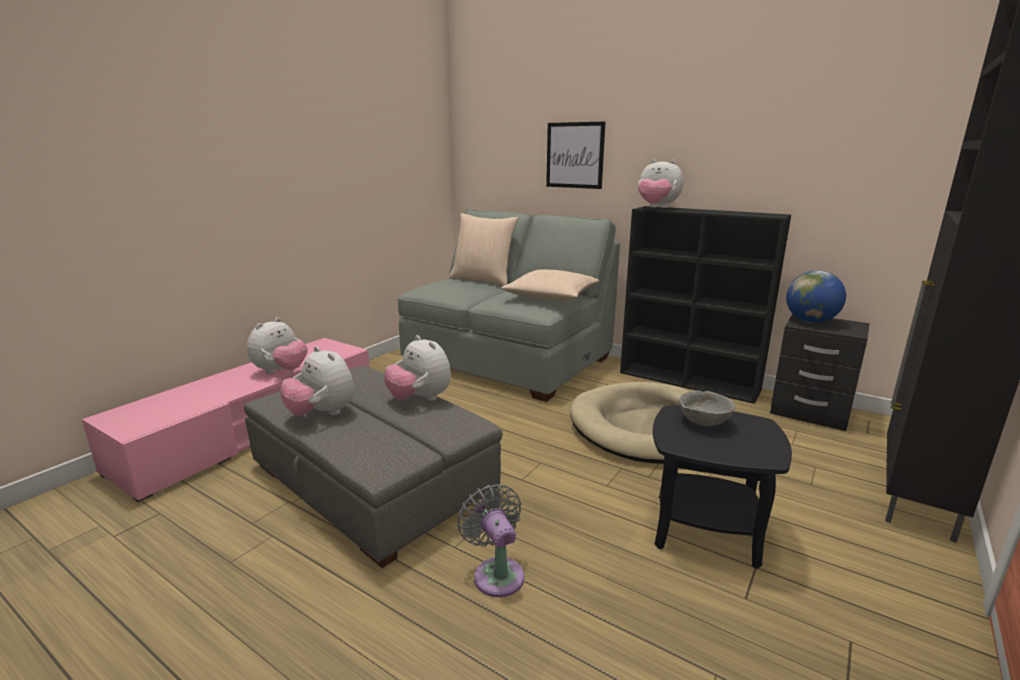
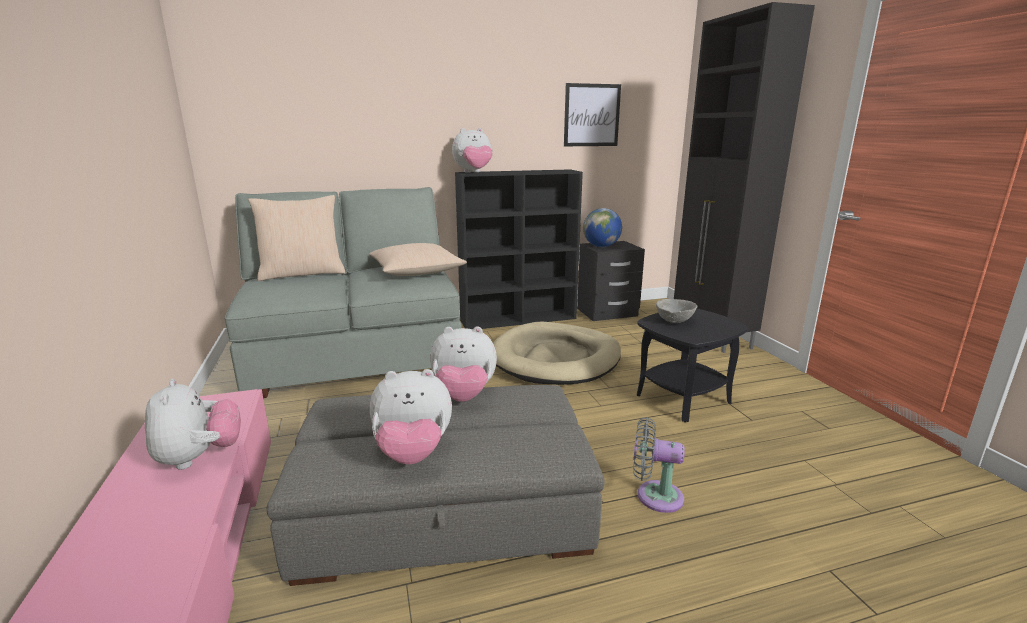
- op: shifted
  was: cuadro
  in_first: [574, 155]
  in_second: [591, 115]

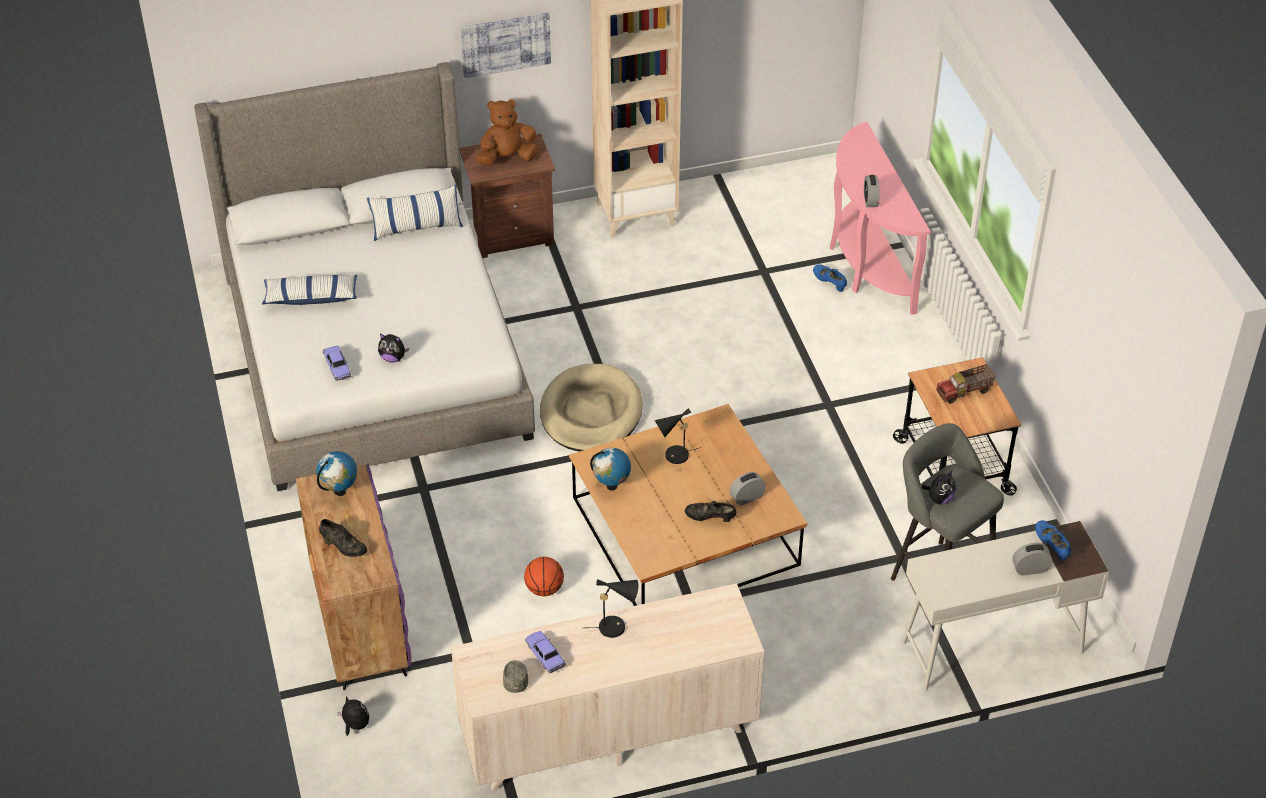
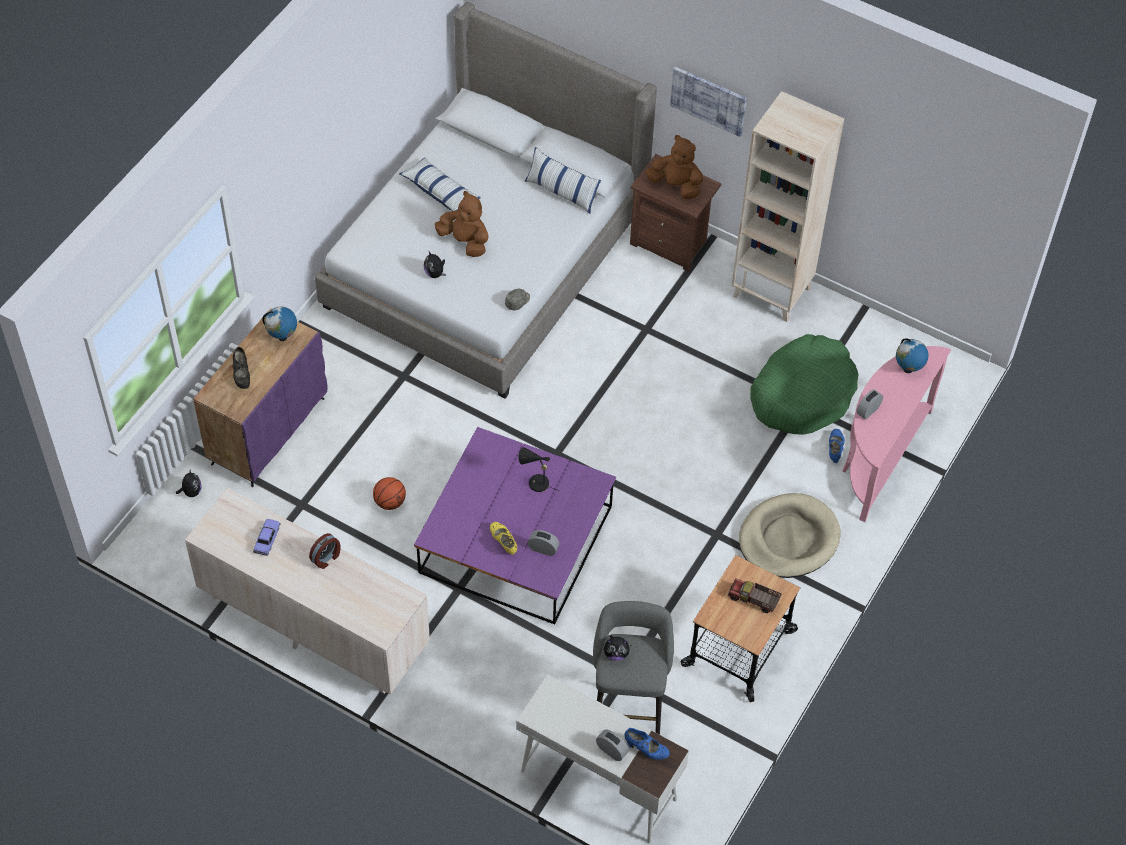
- op: gone
  was: coche de juguete
  in_first: [337, 367]
- op: new
  now: peluche [marrón]
  in_second: [465, 241]
- op: new
  now: cama para perro [verde]
  in_second: [802, 394]
- op: shifted
  was: gorra [gris]
  in_first: [515, 679]
  in_second: [518, 301]
- op: shifted
  was: cama para perro [beis]
  in_first: [591, 413]
  in_second: [788, 539]
- op: shifted
  was: globo terráqueo
  in_first: [611, 486]
  in_second: [908, 369]
- op: swapped
  was: lámpara de mesa [negro]
  now: despertador
  in_first: [616, 626]
  in_second: [326, 558]
- op: repainted
  was: mesa de centro [marrón]
  now: mesa de centro [morado]
  in_first: [685, 531]
  in_second: [516, 539]
- op: repainted
  was: zapato [negro]
  now: zapato [amarillo]
  in_first: [710, 518]
  in_second: [503, 542]
- op: rotated
  was: zapato [azul]
  in_first: [1051, 546]
  in_second: [646, 749]
  clockwise: 90

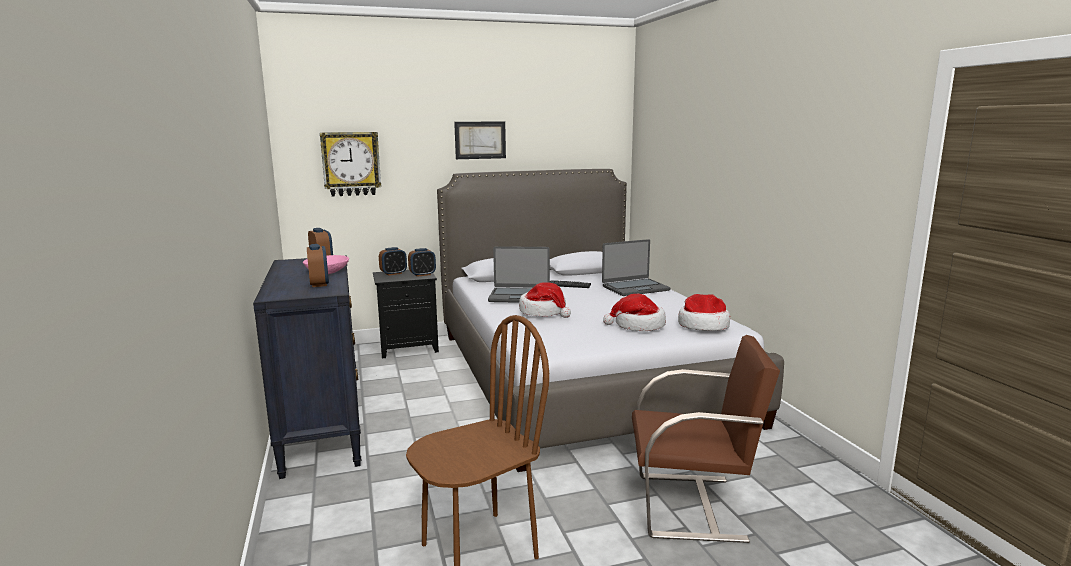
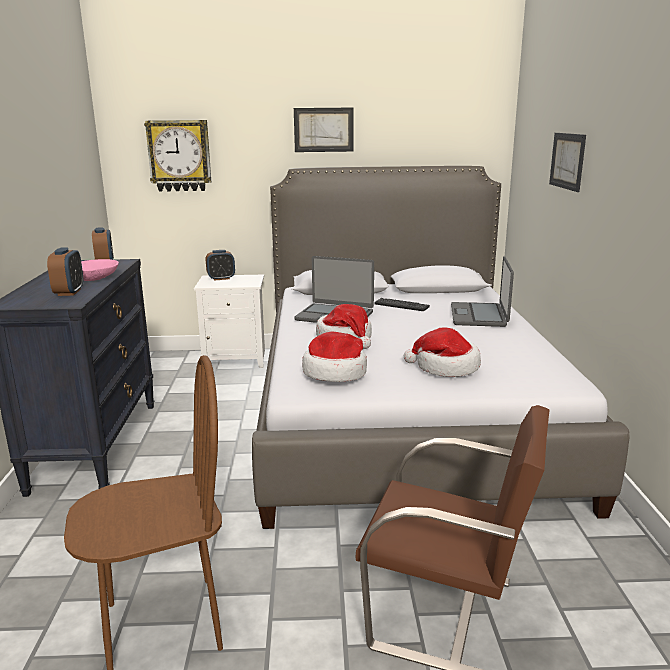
- op: gone
  was: despertador
  in_first: [422, 274]
- op: new
  now: cuadro
  in_second: [567, 161]
- op: shifted
  was: sombrero
  in_first: [703, 325]
  in_second: [335, 372]
- op: repainted
  was: mesita de noche [negro]
  now: mesita de noche [blanco]
  in_first: [409, 347]
  in_second: [236, 359]
- op: rotated
  was: portátil
  in_first: [635, 288]
  in_second: [479, 316]
  clockwise: 105

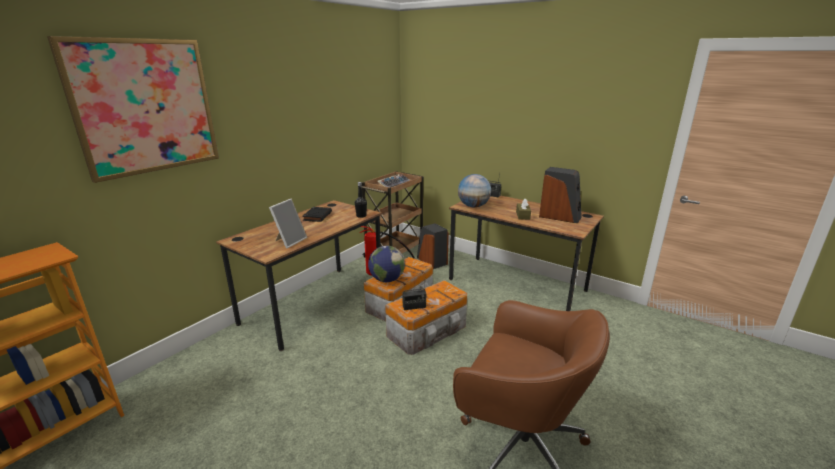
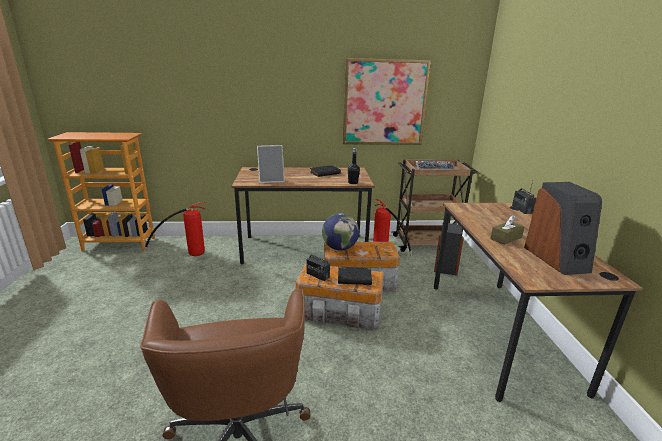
- op: gone
  was: globo terráqueo
  in_first: [473, 206]
- op: new
  now: extintor
  in_second: [187, 255]
- op: new
  now: libro [negro]
  in_second: [355, 278]
- op: shifted
  was: cuadro
  in_first: [145, 107]
  in_second: [384, 103]

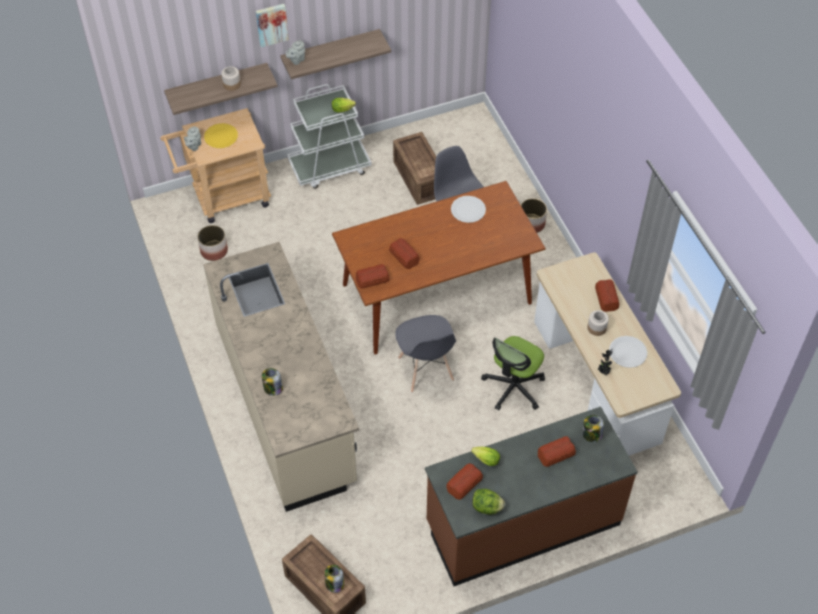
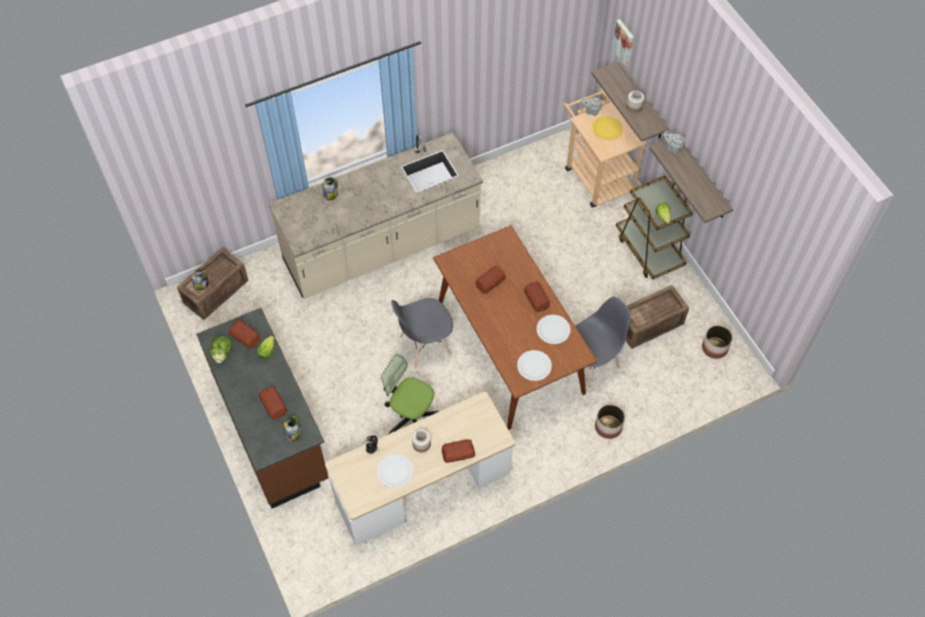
- op: new
  now: plato [blanco]
  in_second: [534, 366]
- op: shifted
  was: maceta
  in_first: [214, 250]
  in_second: [714, 348]
- op: shifted
  was: cuadro
  in_first: [271, 24]
  in_second: [624, 42]
- op: shifted
  was: pan
  in_first: [373, 279]
  in_second: [536, 299]
- op: repainted
  was: carrito [blanco]
  now: carrito [marrón]
  in_first: [330, 167]
  in_second: [649, 250]

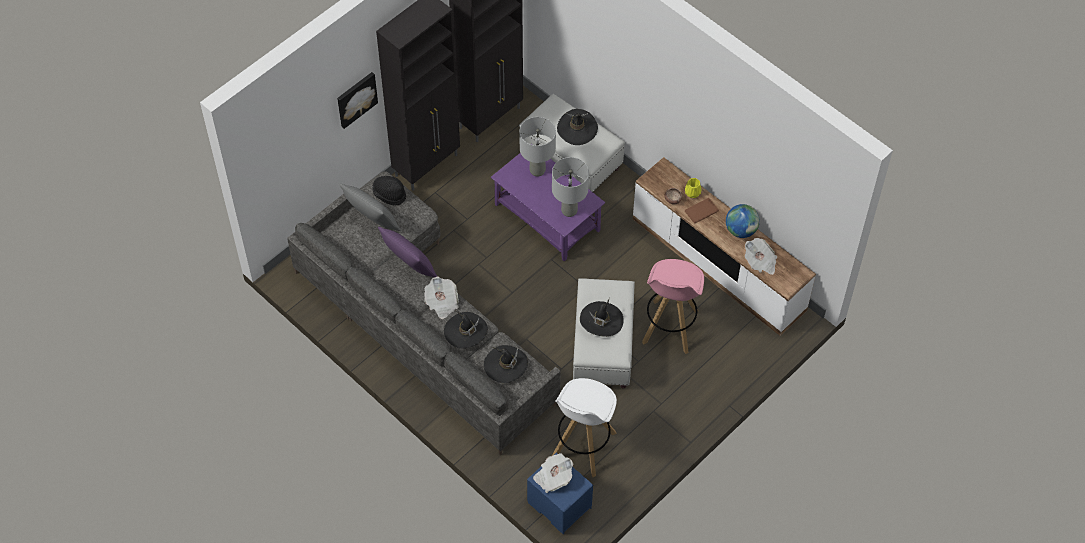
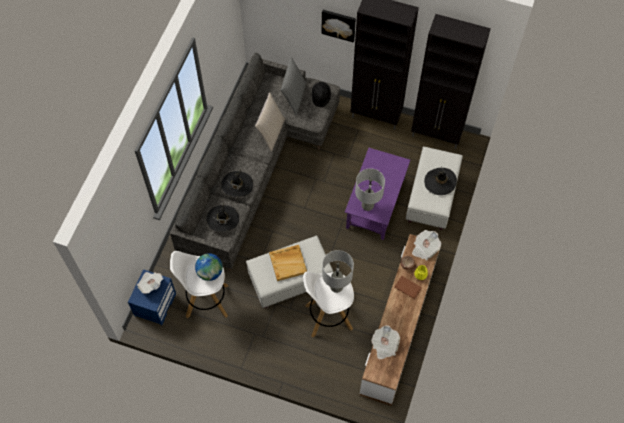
- op: shifted
  was: periódico
  in_first: [442, 303]
  in_second: [424, 248]
- op: shifted
  was: lámpara de mesa [gris]
  in_first: [537, 170]
  in_second: [336, 286]
- op: shifted
  was: globo terráqueo
  in_first: [741, 230]
  in_second: [210, 272]
- op: swapped
  was: sombrero [negro]
  now: bandeja [beis]
  in_first: [601, 320]
  in_second: [288, 263]
- op: repainted
  was: cojín [morado]
  now: cojín [beis]
  in_first: [409, 267]
  in_second: [271, 133]
- op: repainted
  was: taburete [rosa]
  now: taburete [blanco]
  in_first: [670, 327]
  in_second: [328, 317]

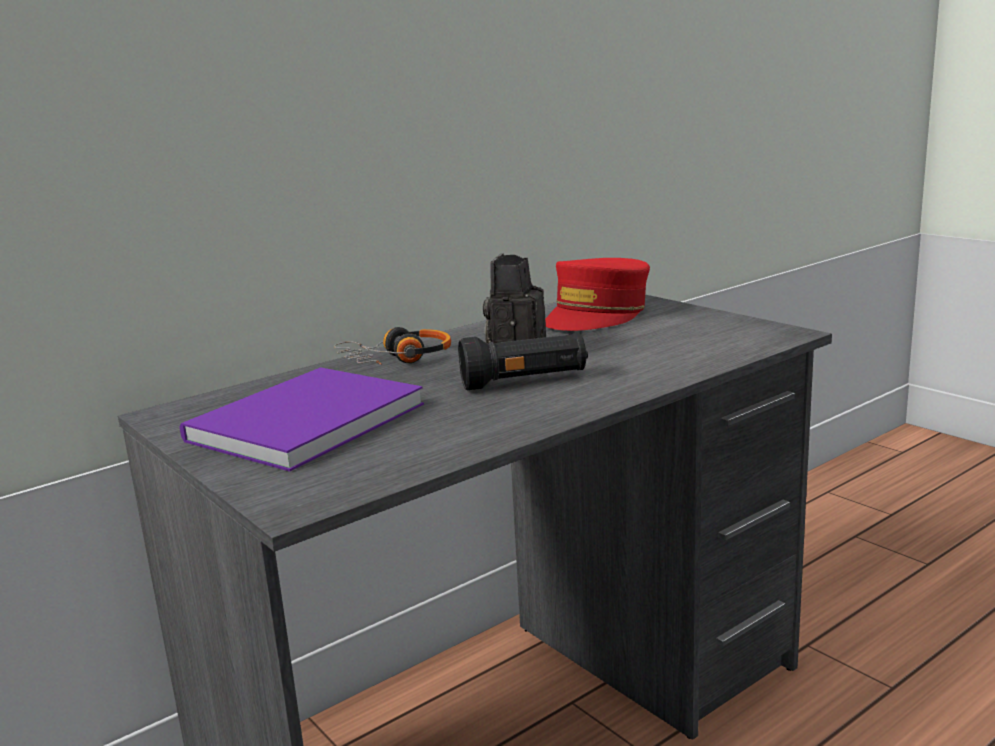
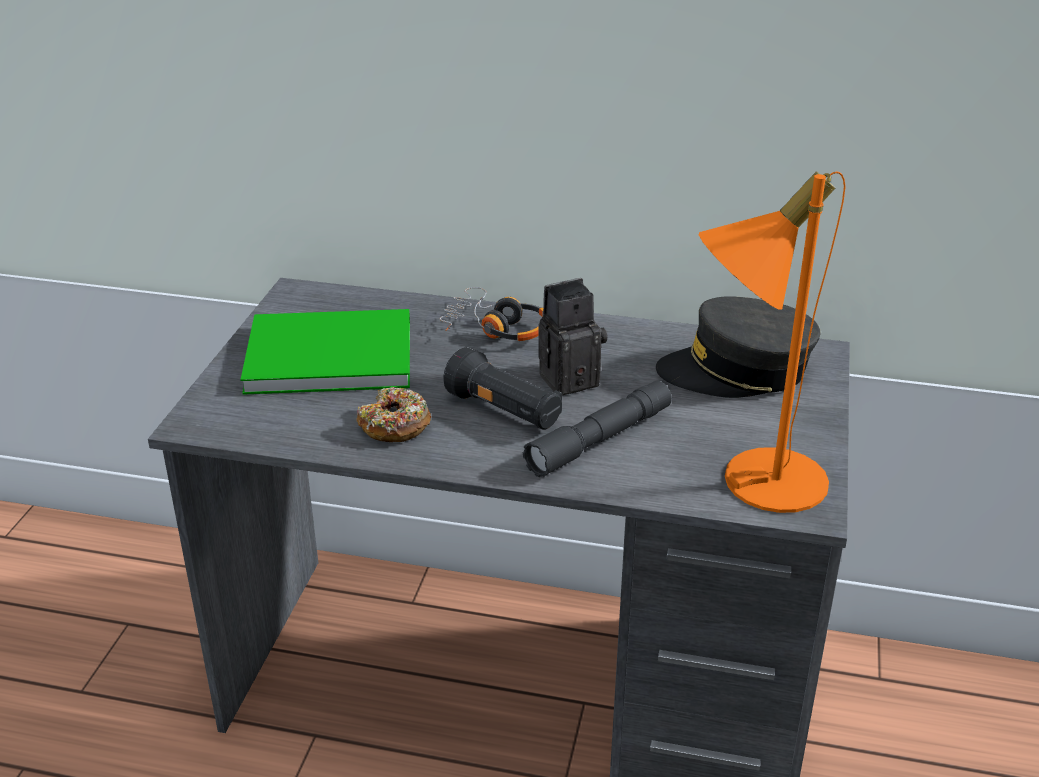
- op: new
  now: rosquilla
  in_second: [394, 425]
- op: new
  now: linterna [gris]
  in_second: [599, 440]
- op: new
  now: lámpara de mesa [naranja]
  in_second: [754, 478]
- op: repainted
  was: libro [morado]
  now: libro [verde]
  in_first: [298, 423]
  in_second: [325, 354]
- op: repainted
  was: gorra [rojo]
  now: gorra [gris]
  in_first: [597, 315]
  in_second: [737, 371]

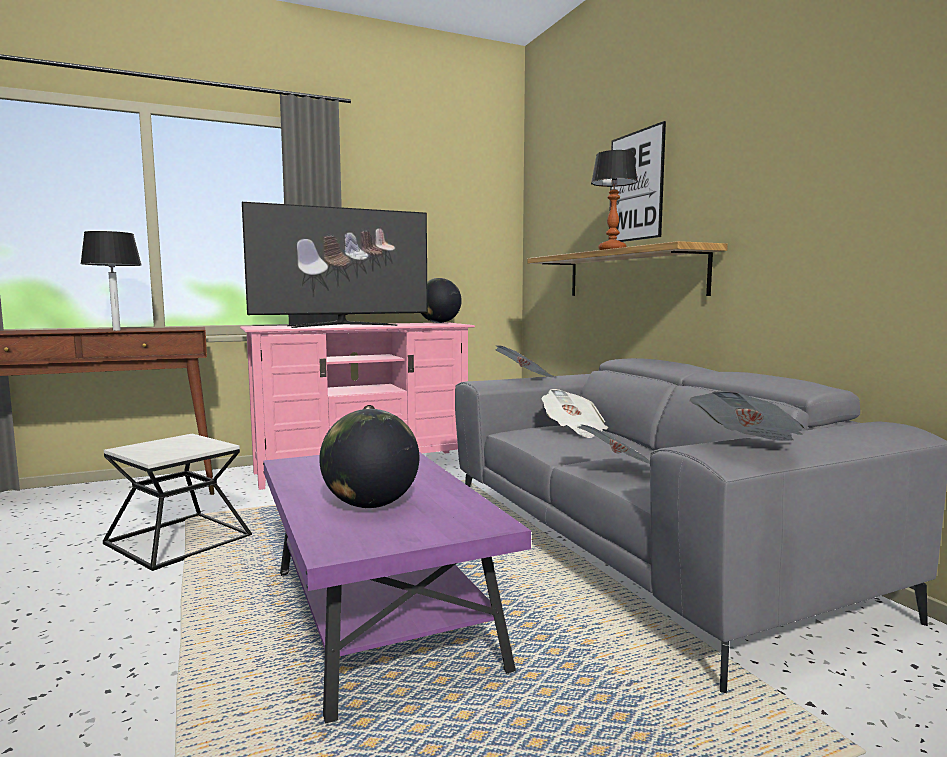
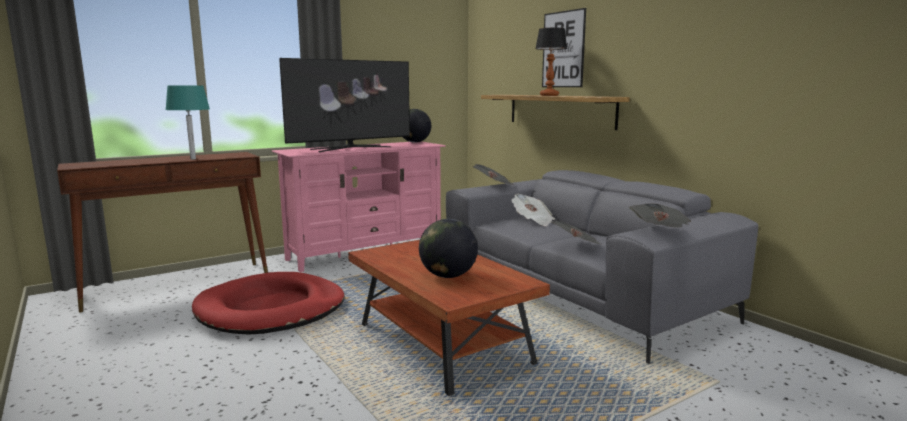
- op: swapped
  was: mesa auxiliar
  now: cama para perro [rojo]
  in_first: [179, 540]
  in_second: [272, 309]
- op: repainted
  was: lámpara de mesa [negro]
  now: lámpara de mesa [turquesa]
  in_first: [117, 330]
  in_second: [193, 159]
- op: repainted
  was: mesa de centro [morado]
  now: mesa de centro [marrón]
  in_first: [378, 618]
  in_second: [441, 344]

